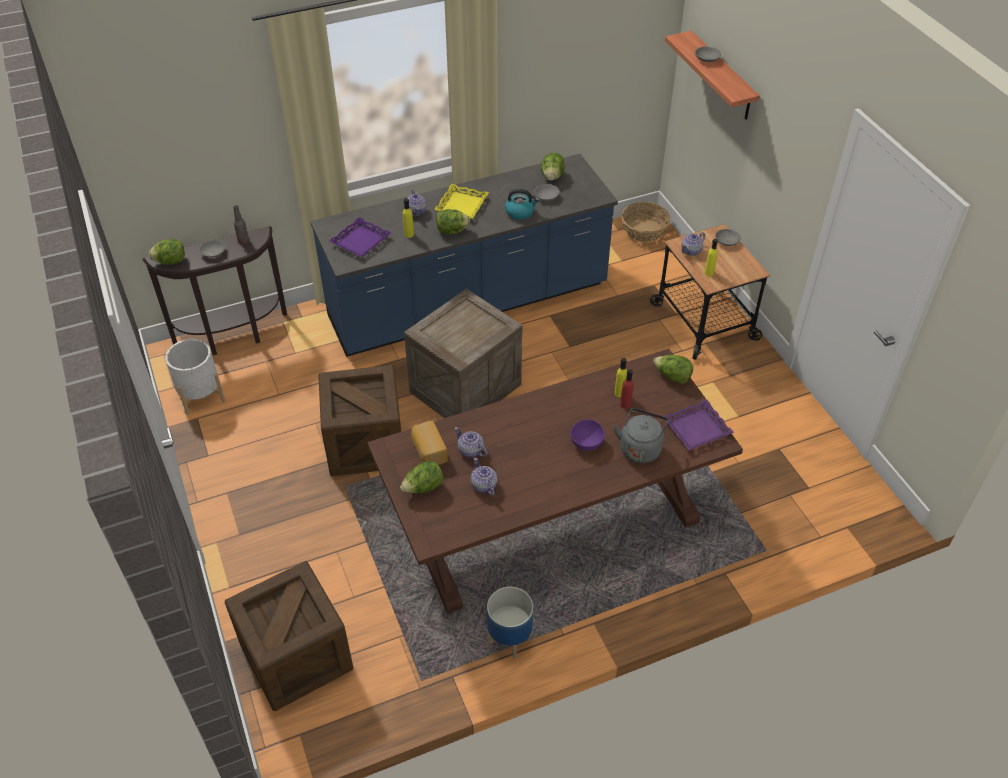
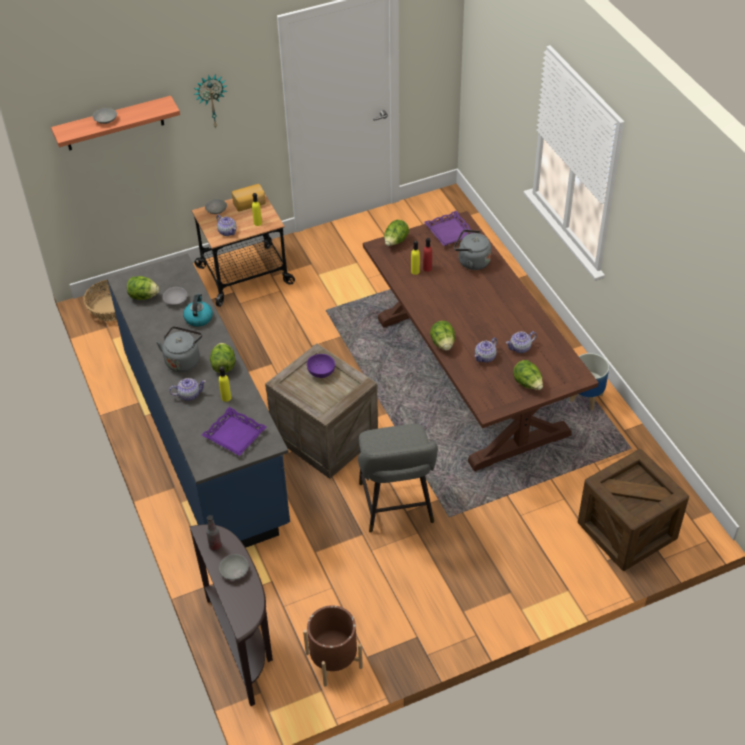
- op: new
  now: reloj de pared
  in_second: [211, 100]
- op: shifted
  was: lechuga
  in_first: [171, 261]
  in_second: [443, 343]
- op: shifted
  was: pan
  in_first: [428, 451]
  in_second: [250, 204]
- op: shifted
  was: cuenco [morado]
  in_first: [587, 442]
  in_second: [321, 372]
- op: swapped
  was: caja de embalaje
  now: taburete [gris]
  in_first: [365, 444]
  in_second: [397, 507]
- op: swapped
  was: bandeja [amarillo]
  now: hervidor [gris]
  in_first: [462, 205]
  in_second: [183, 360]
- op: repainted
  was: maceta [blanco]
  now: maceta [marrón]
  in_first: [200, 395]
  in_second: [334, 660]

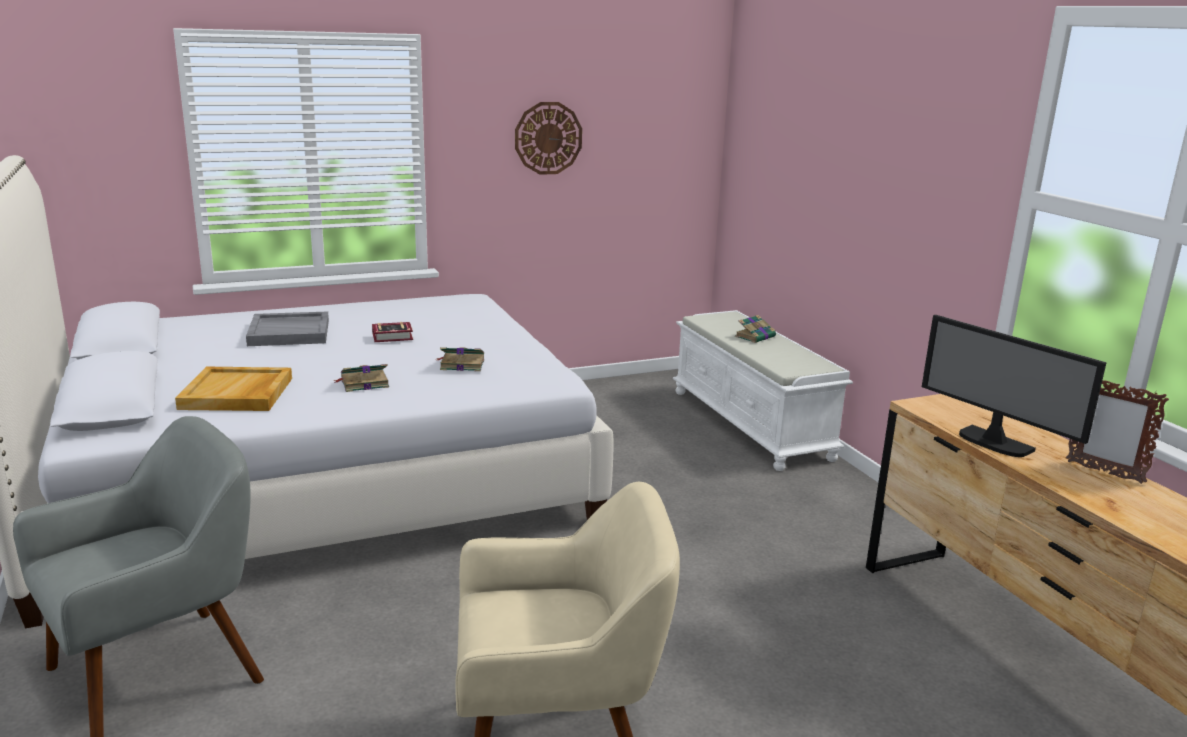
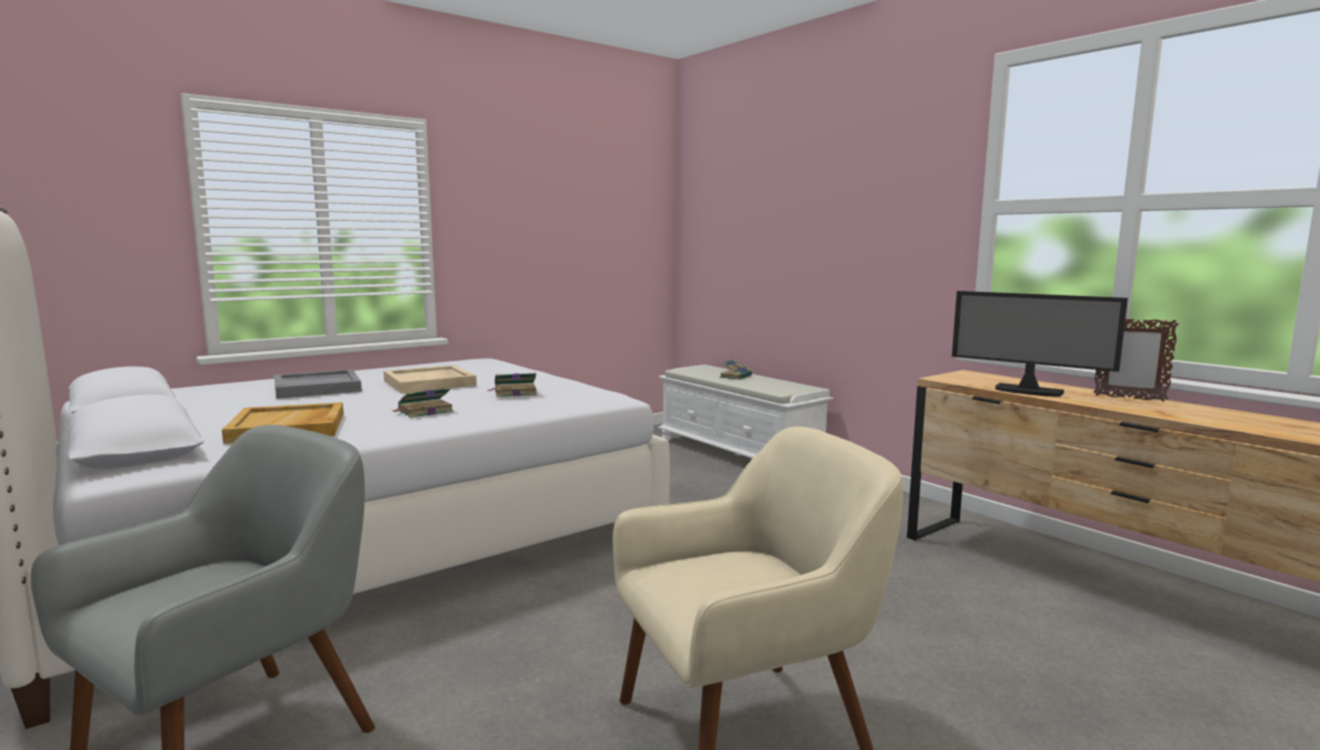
- op: gone
  was: reloj de pared
  in_first: [548, 138]
- op: swapped
  was: libro
  now: bandeja [beis]
  in_first: [394, 337]
  in_second: [430, 383]

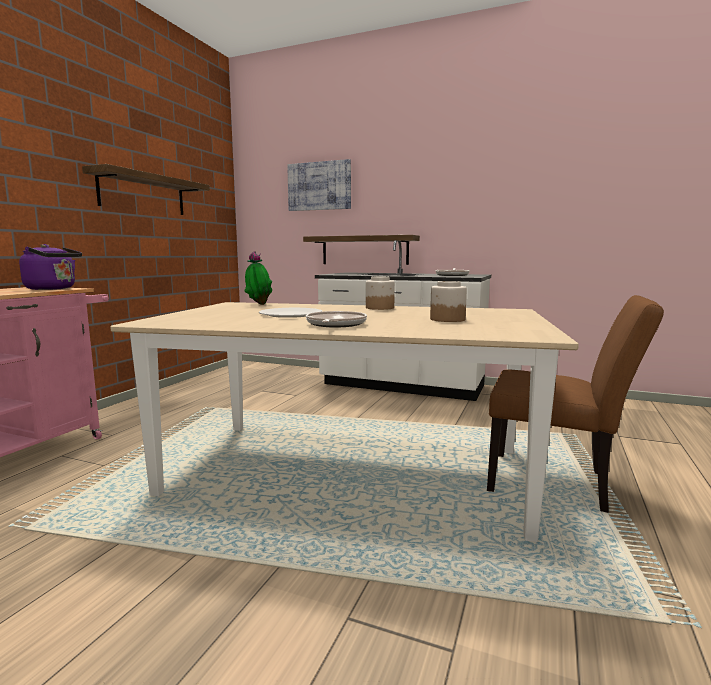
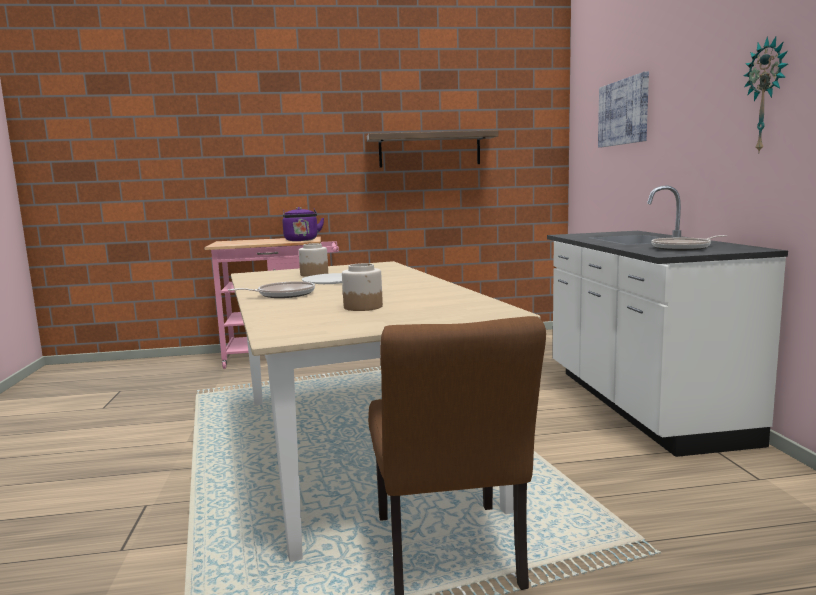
- op: gone
  was: planta en maceta
  in_first: [258, 304]
- op: gone
  was: estante
  in_first: [364, 250]
- op: new
  now: reloj de pared
  in_second: [767, 96]
- op: shifted
  was: tarro
  in_first: [379, 308]
  in_second: [314, 274]

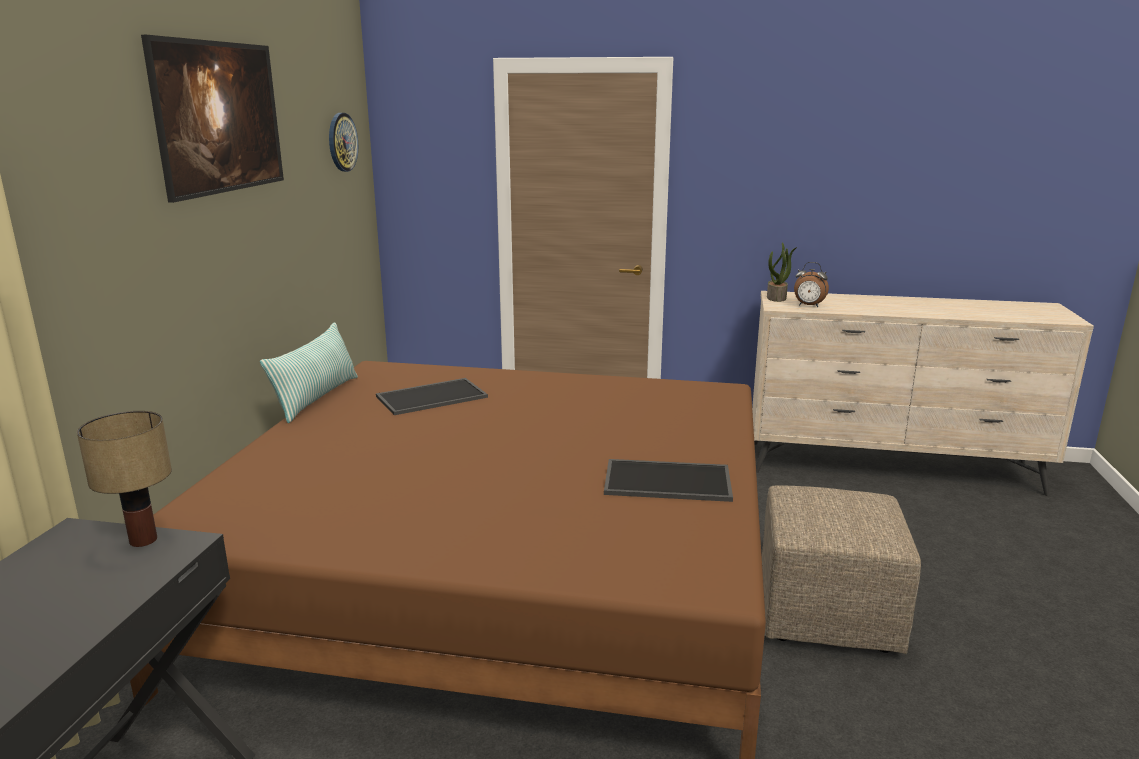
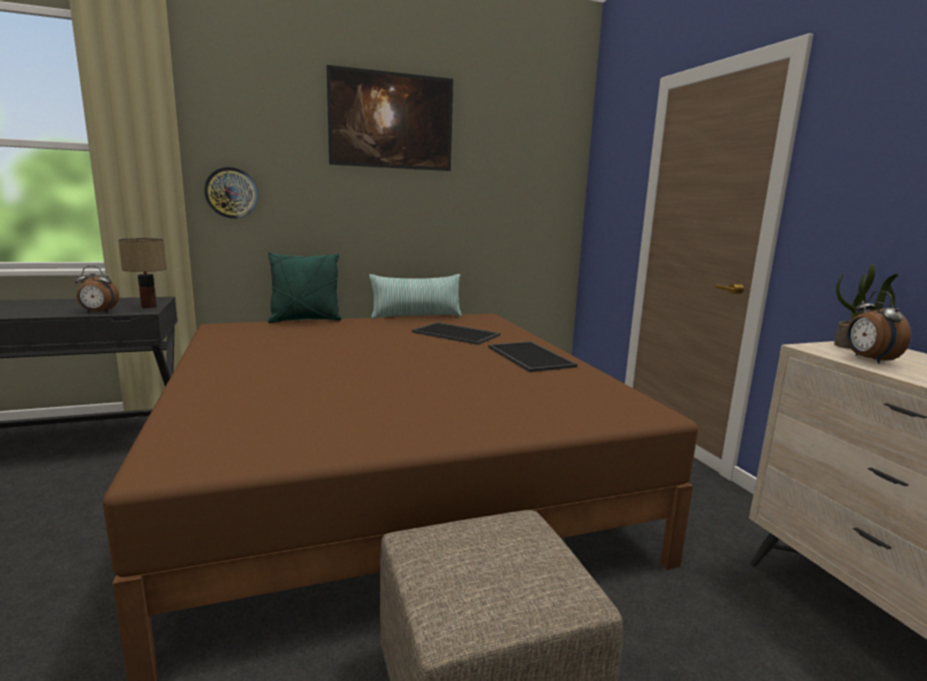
- op: new
  now: despertador
  in_second: [98, 312]
- op: new
  now: cojín [verde]
  in_second: [305, 320]
- op: shifted
  was: reloj de pared
  in_first: [342, 142]
  in_second: [231, 193]
- op: shifted
  was: bandeja
  in_first: [666, 482]
  in_second: [528, 356]

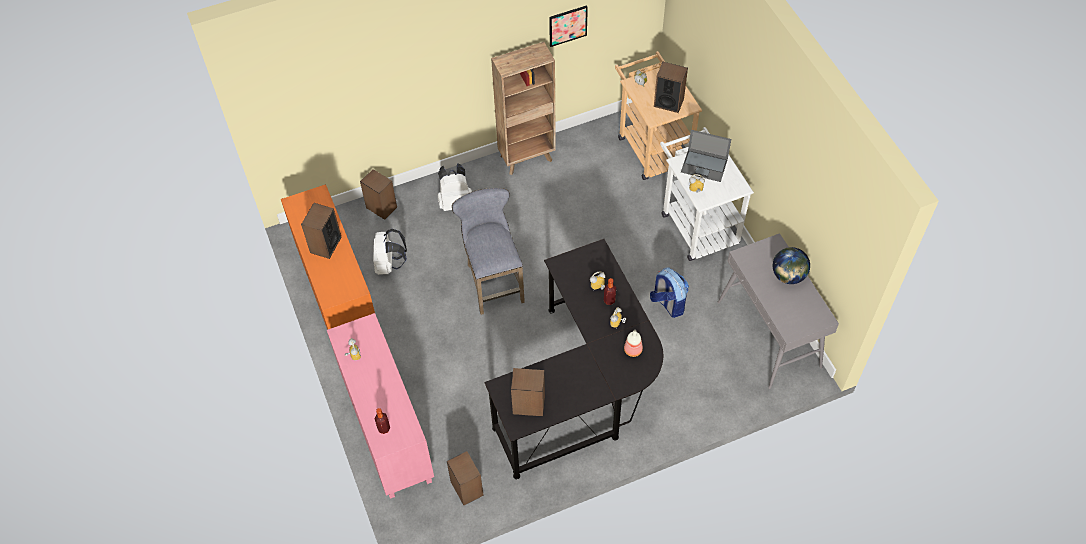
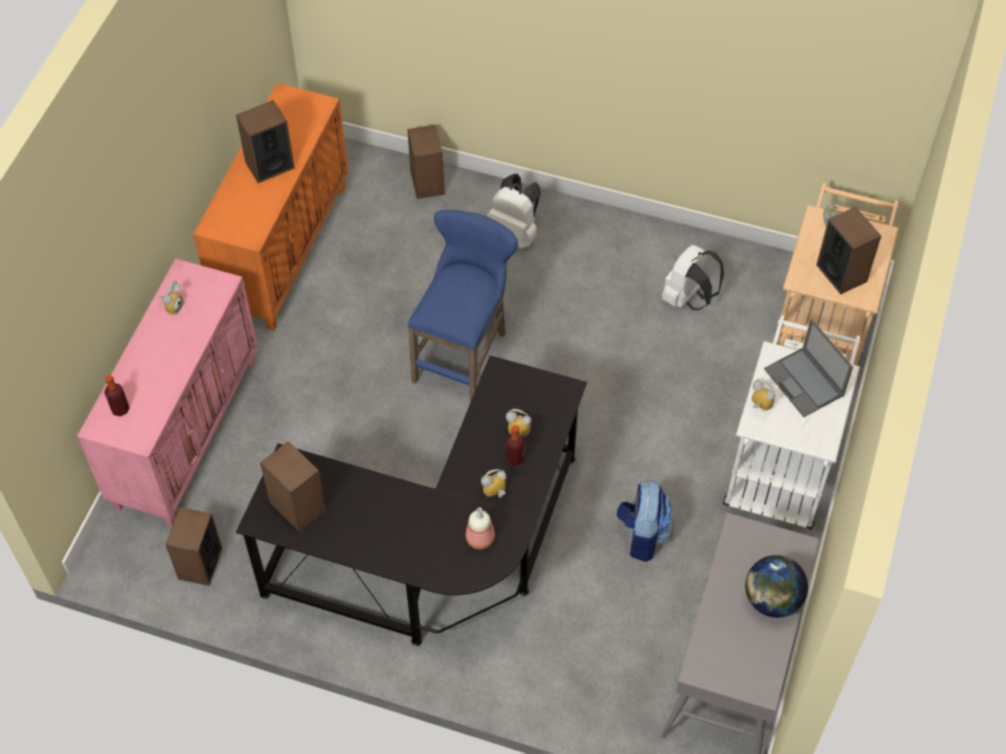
- op: gone
  was: estantería [marrón]
  in_first: [527, 158]
- op: gone
  was: cuadro
  in_first: [568, 25]
- op: shifted
  was: mochila [blanco]
  in_first: [389, 264]
  in_second: [688, 298]
- op: repainted
  was: taburete [gris]
  now: taburete [azul]
  in_first: [493, 280]
  in_second: [464, 354]

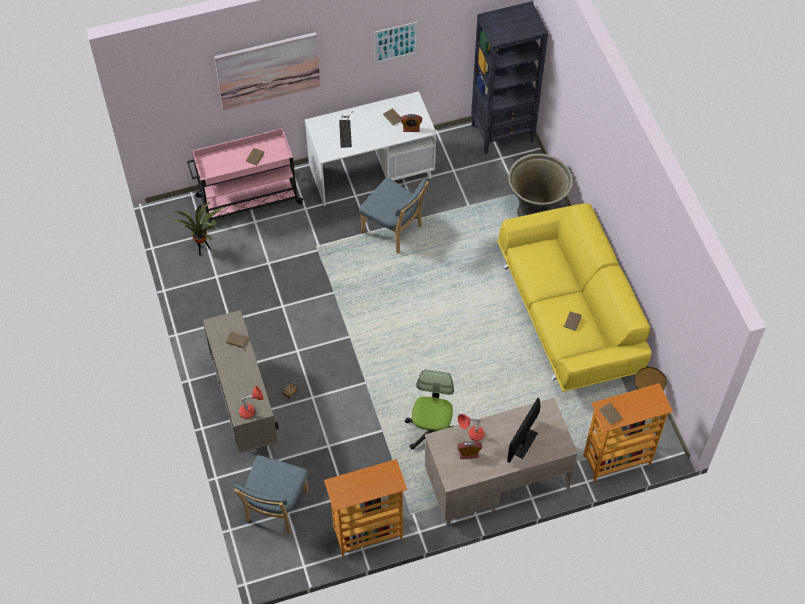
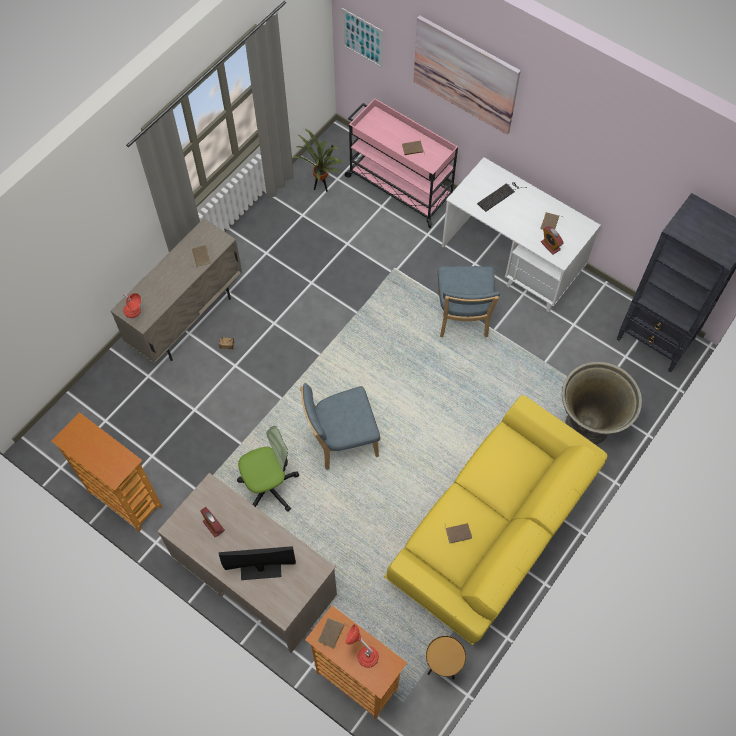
- op: shifted
  was: silla [azul]
  in_first: [275, 509]
  in_second: [341, 441]
- op: shifted
  was: cuadro
  in_first: [395, 42]
  in_second: [362, 38]
- op: shifted
  was: lámpara de mesa [rojo]
  in_first: [471, 435]
  in_second: [362, 653]

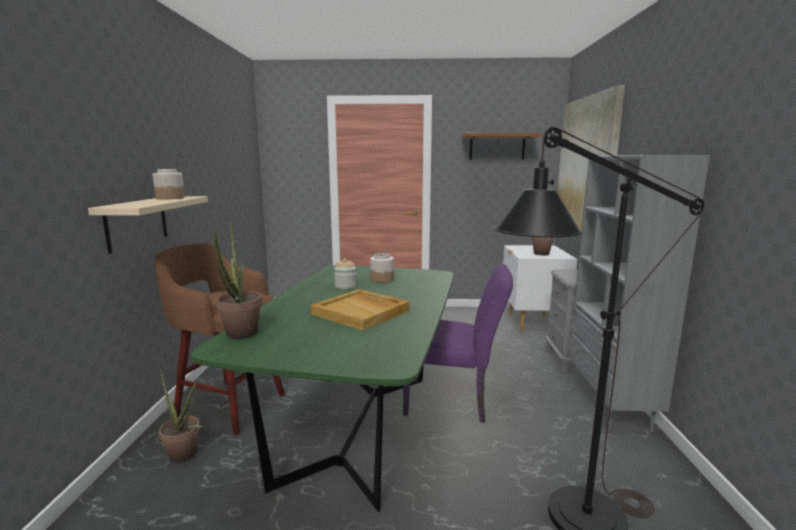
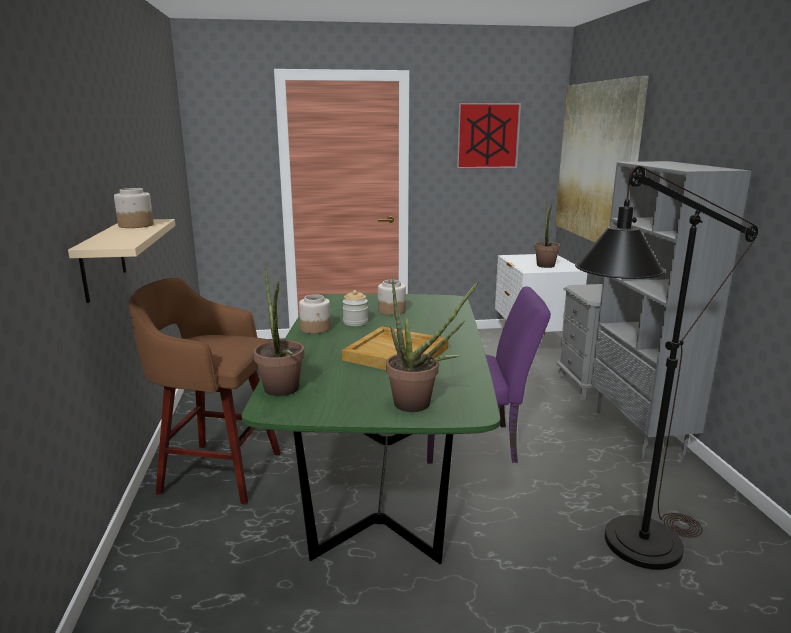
- op: new
  now: tarro
  in_second: [315, 328]
- op: shifted
  was: planta en maceta
  in_first: [186, 456]
  in_second: [419, 405]
- op: swapped
  was: estante [marrón]
  now: cuadro
  in_first: [497, 147]
  in_second: [487, 136]

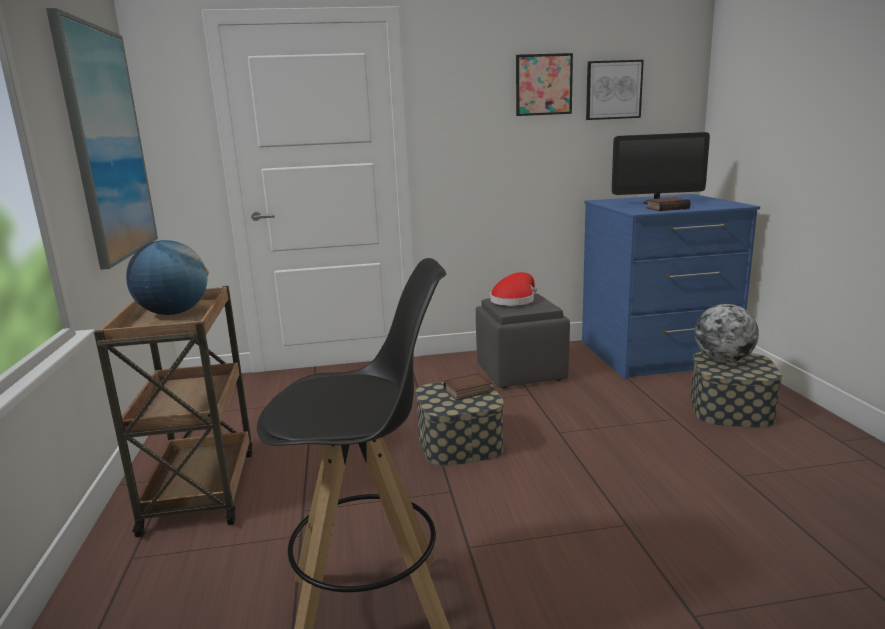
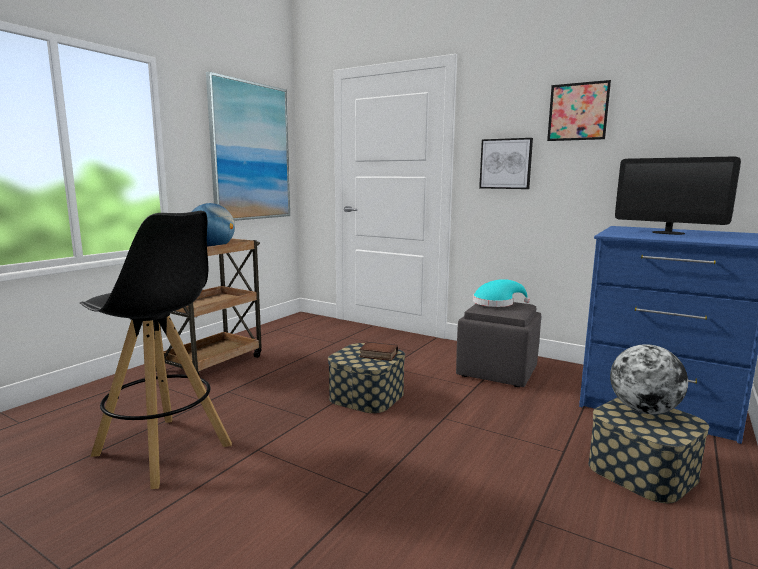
- op: gone
  was: libro
  in_first: [667, 208]
- op: shifted
  was: cuadro
  in_first: [613, 90]
  in_second: [505, 164]
- op: repainted
  was: sombrero [rojo]
  now: sombrero [turquesa]
  in_first: [514, 300]
  in_second: [496, 303]

